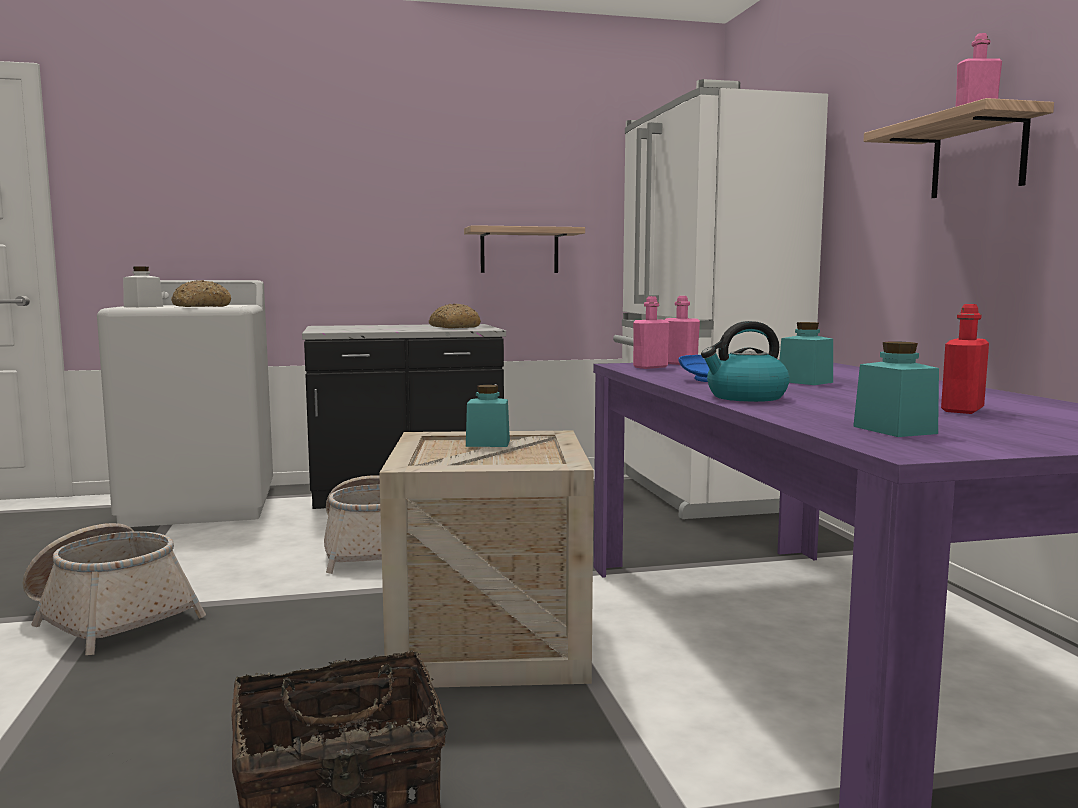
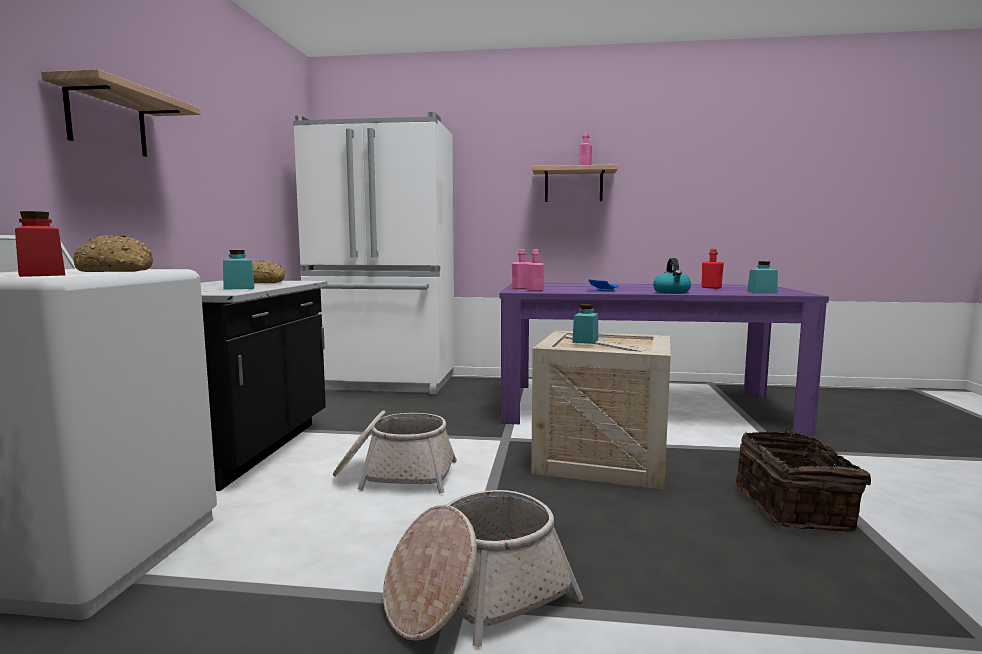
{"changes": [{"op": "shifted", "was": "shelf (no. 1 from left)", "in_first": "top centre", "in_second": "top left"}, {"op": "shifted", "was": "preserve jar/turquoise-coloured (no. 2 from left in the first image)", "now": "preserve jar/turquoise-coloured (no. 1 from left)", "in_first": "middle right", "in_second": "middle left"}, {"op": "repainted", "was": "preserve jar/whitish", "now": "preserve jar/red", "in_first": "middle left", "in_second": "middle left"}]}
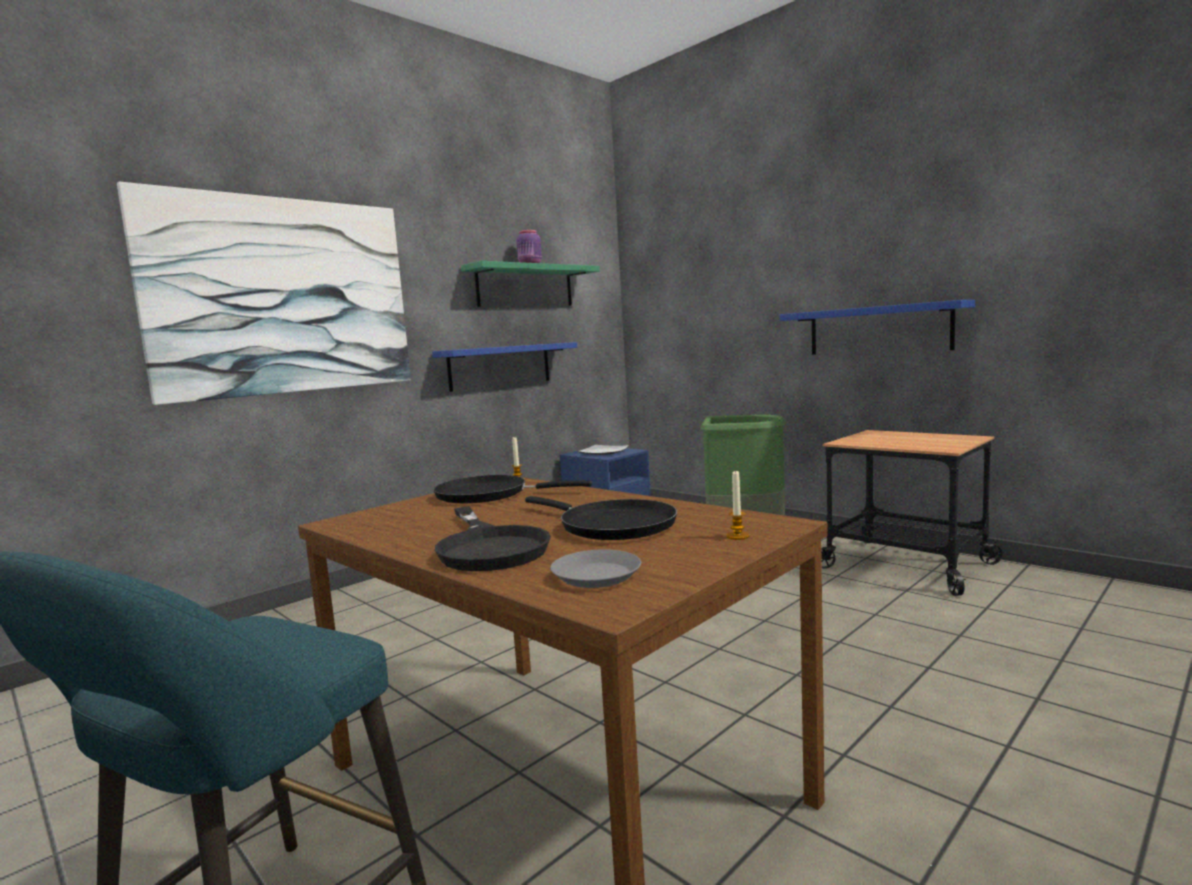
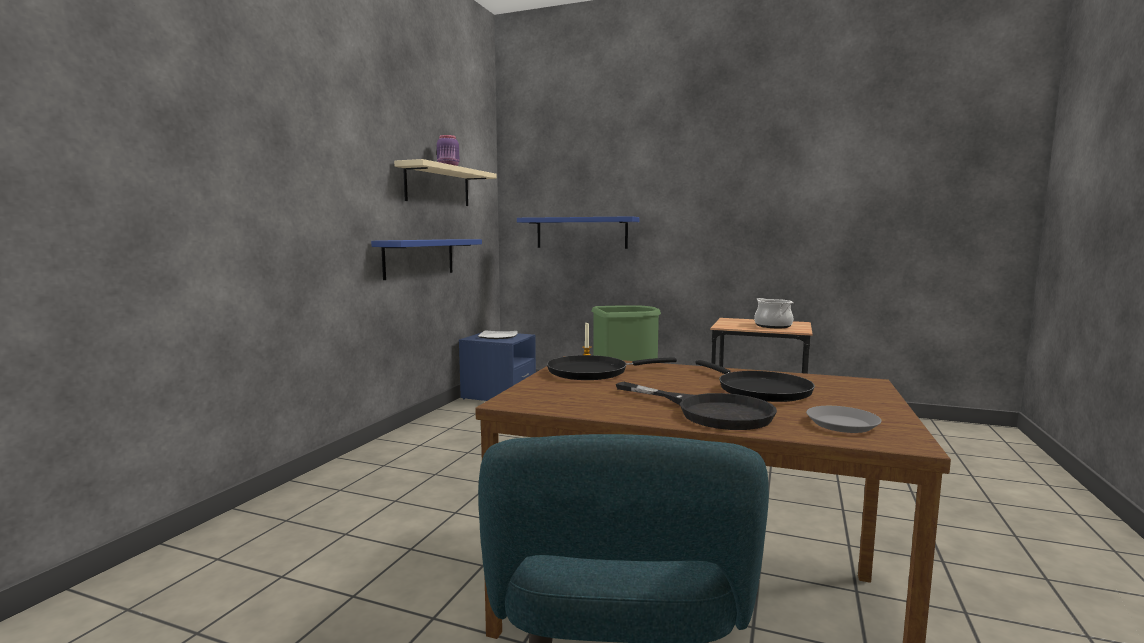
{"changes": [{"op": "gone", "was": "picture", "in_first": "top left"}, {"op": "gone", "was": "candle (no. 2 from left)", "in_first": "centre"}, {"op": "new", "now": "cooking pot", "in_second": "middle right"}, {"op": "shifted", "was": "shelf/bluish (no. 2 from left)", "in_first": "middle right", "in_second": "centre"}, {"op": "repainted", "was": "shelf/green-coloured", "now": "shelf/beige-coloured", "in_first": "top centre", "in_second": "top centre"}, {"op": "rotated", "was": "frying pan/black (no. 3 from left)", "in_first": "centre", "in_second": "centre", "clockwise": 45}]}
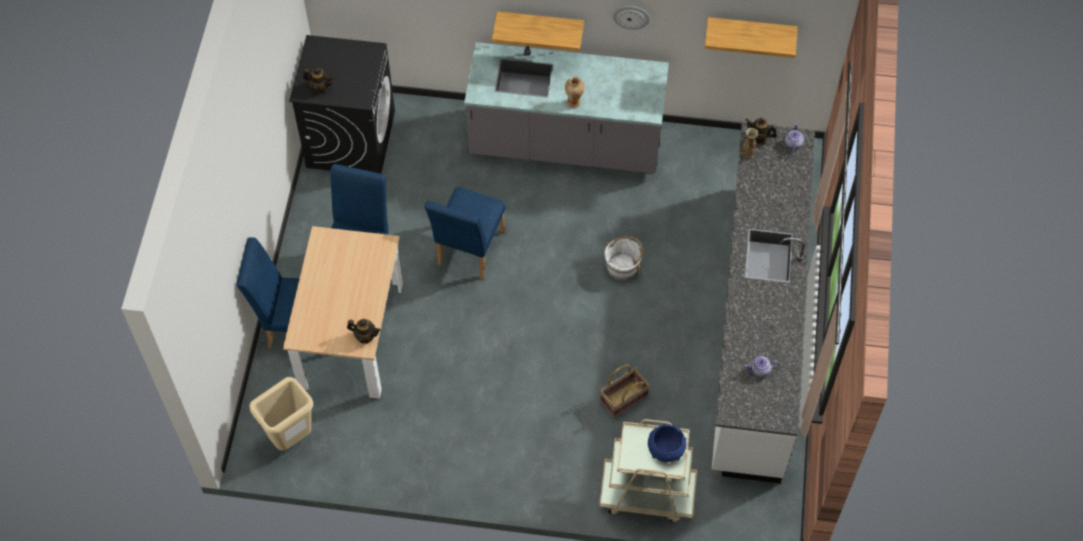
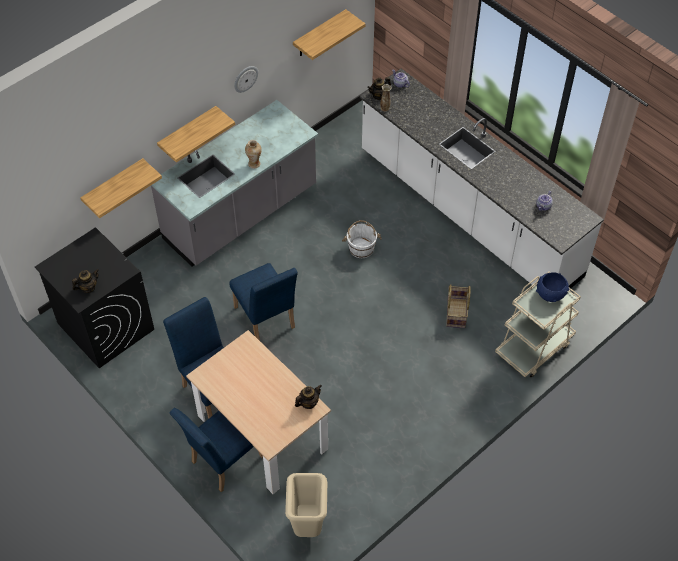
{"changes": [{"op": "new", "now": "shelf (no. 1 from left)", "in_second": "middle left"}]}
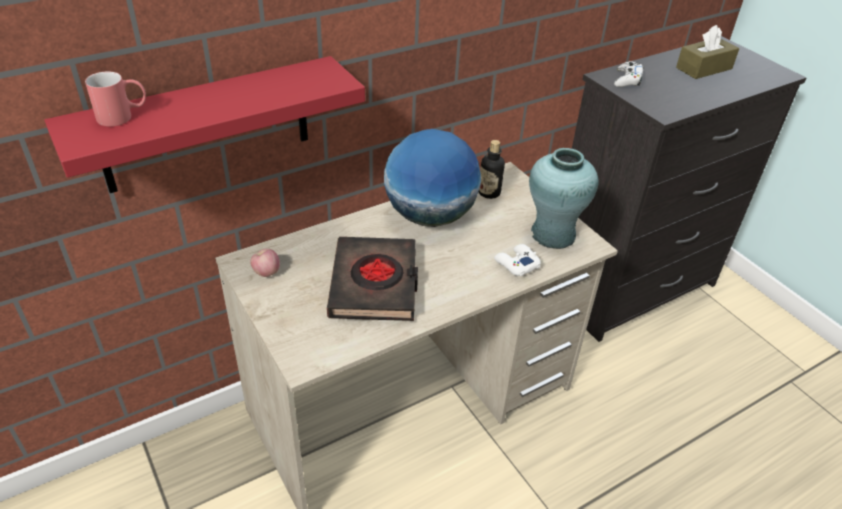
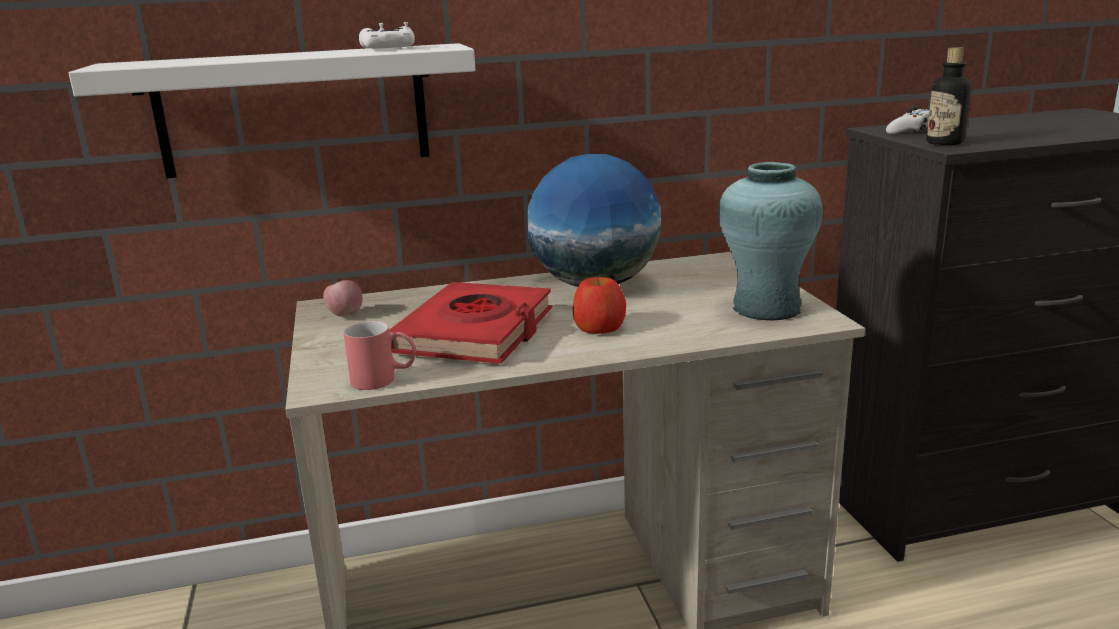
{"changes": [{"op": "gone", "was": "tissue holder/brownish", "in_first": "top right"}, {"op": "new", "now": "whole apple (no. 2 from left)", "in_second": "centre"}, {"op": "shifted", "was": "tea mug/red", "in_first": "top left", "in_second": "centre"}, {"op": "shifted", "was": "beverage bottle", "in_first": "top centre", "in_second": "top right"}, {"op": "shifted", "was": "gamepad/whitish (no. 1 from left)", "in_first": "centre", "in_second": "top centre"}, {"op": "repainted", "was": "shelf/red", "now": "shelf/whitish", "in_first": "top left", "in_second": "top left"}, {"op": "repainted", "was": "book/black", "now": "book/red", "in_first": "centre", "in_second": "centre"}]}
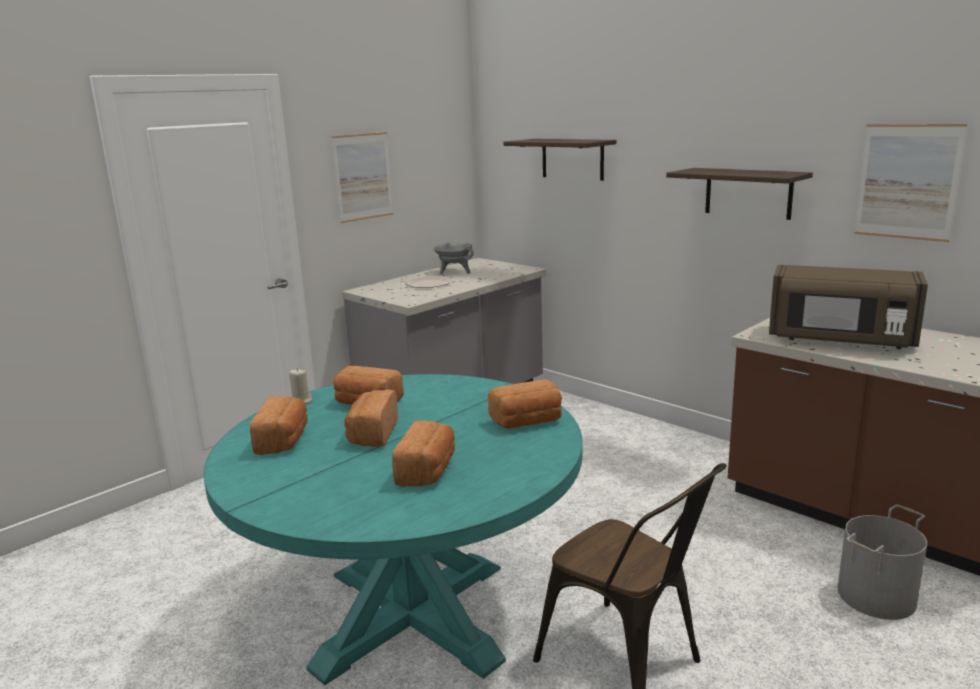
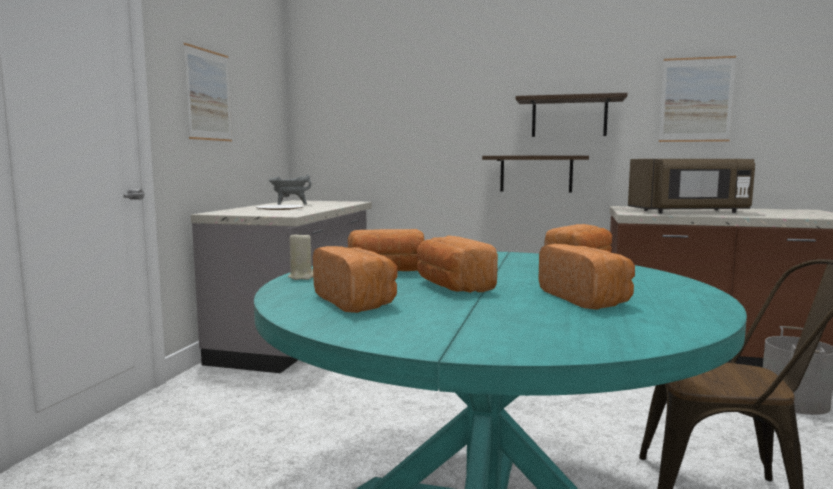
{"changes": [{"op": "shifted", "was": "shelf (no. 1 from left)", "in_first": "top centre", "in_second": "centre"}]}
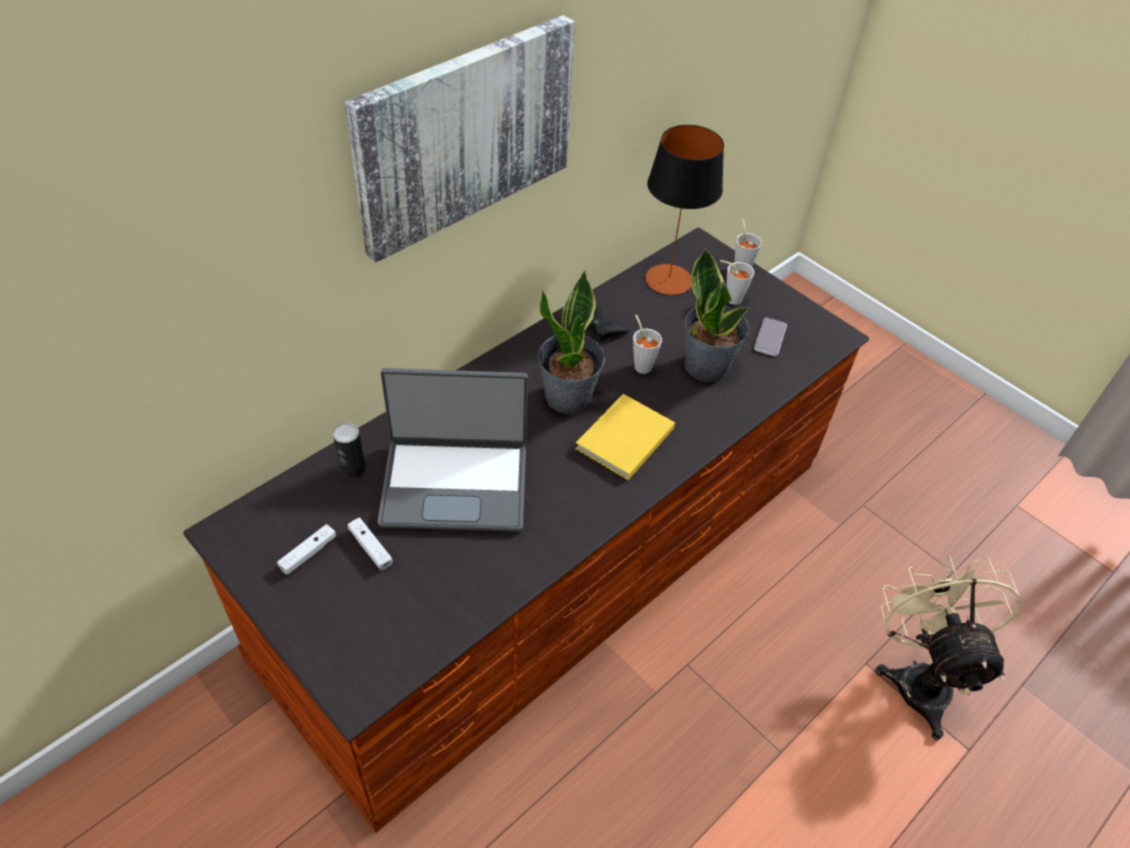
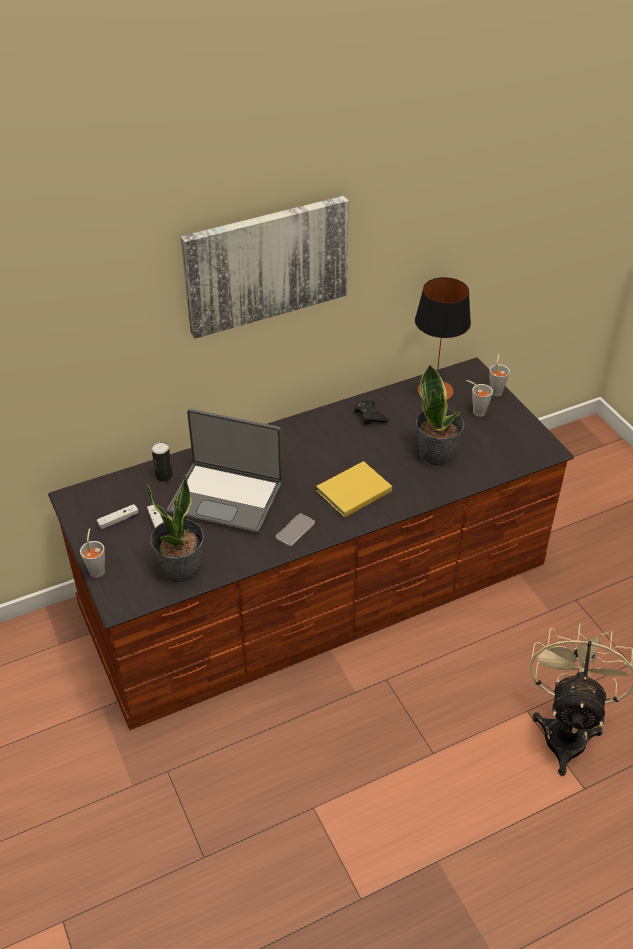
{"changes": [{"op": "shifted", "was": "plant in a pot (no. 1 from left)", "in_first": "centre", "in_second": "middle left"}, {"op": "shifted", "was": "drinking cup/gray (no. 1 from left)", "in_first": "centre", "in_second": "middle left"}, {"op": "shifted", "was": "telephone", "in_first": "middle right", "in_second": "centre"}]}
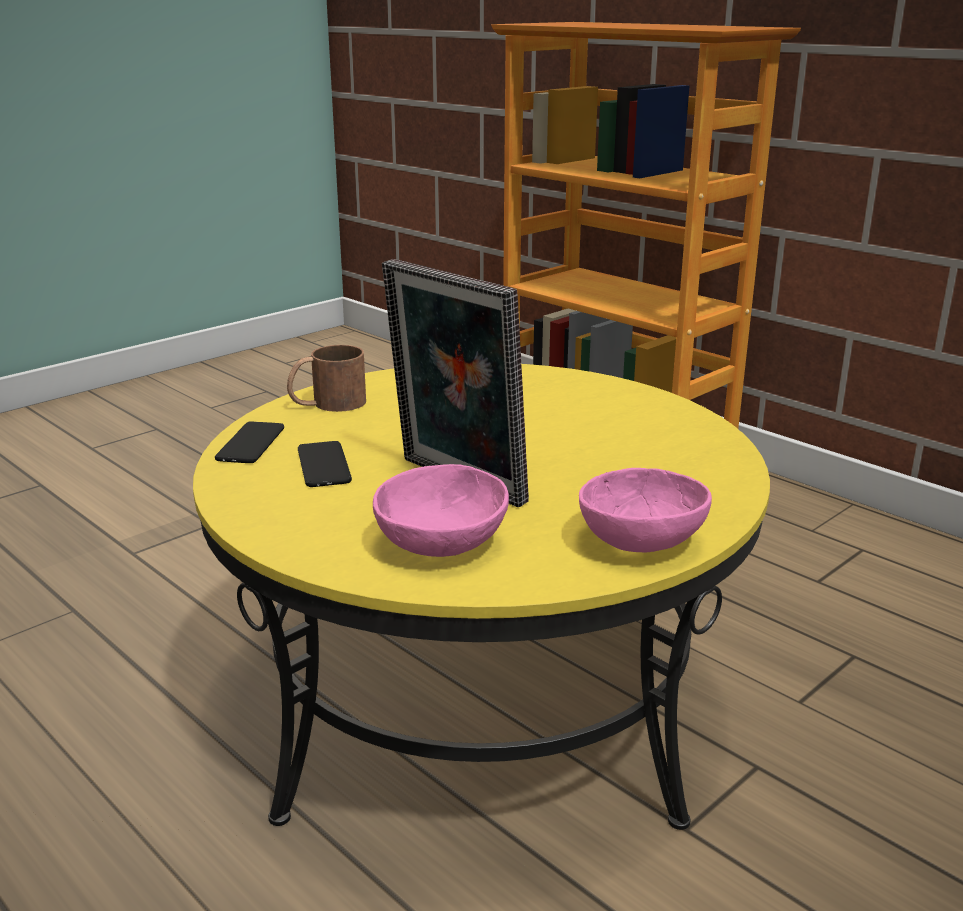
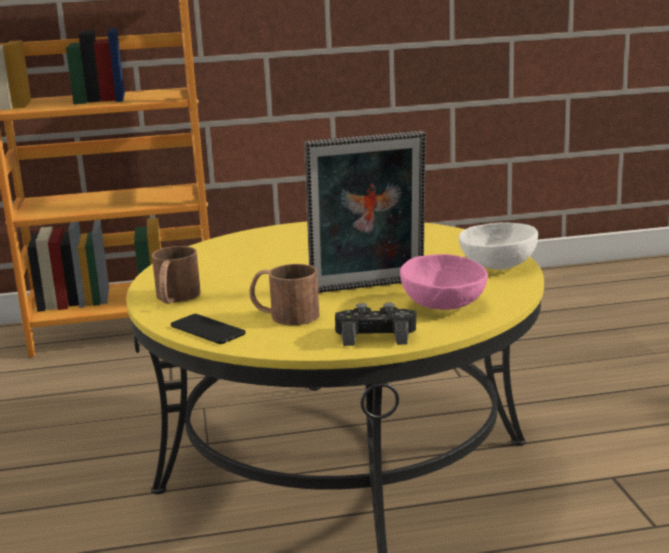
{"changes": [{"op": "new", "now": "gamepad/black", "in_second": "centre"}, {"op": "swapped", "was": "telephone (no. 2 from left)", "now": "tea mug/brownish (no. 2 from left)", "in_first": "centre", "in_second": "centre"}, {"op": "repainted", "was": "bowl/pink (no. 2 from left)", "now": "bowl/whitish", "in_first": "middle right", "in_second": "middle right"}]}
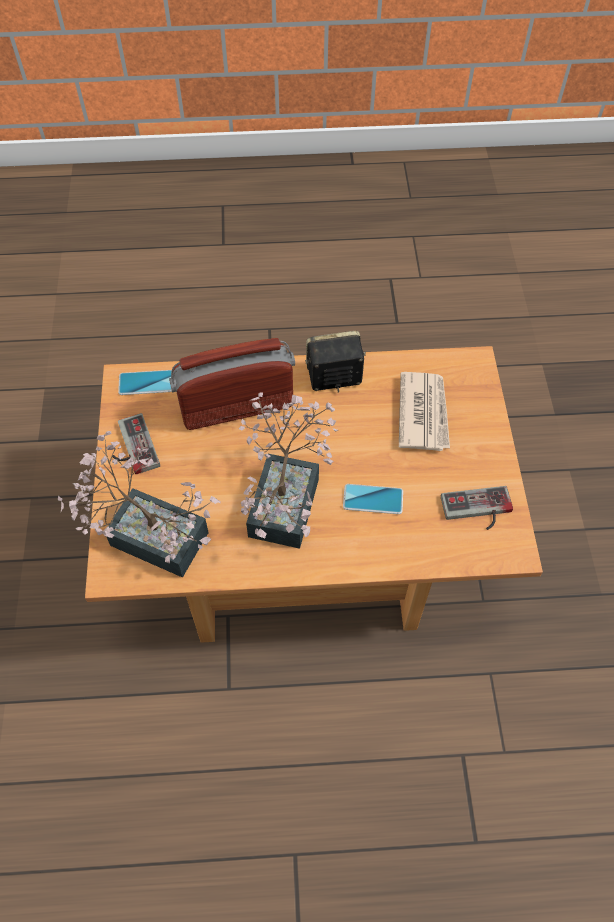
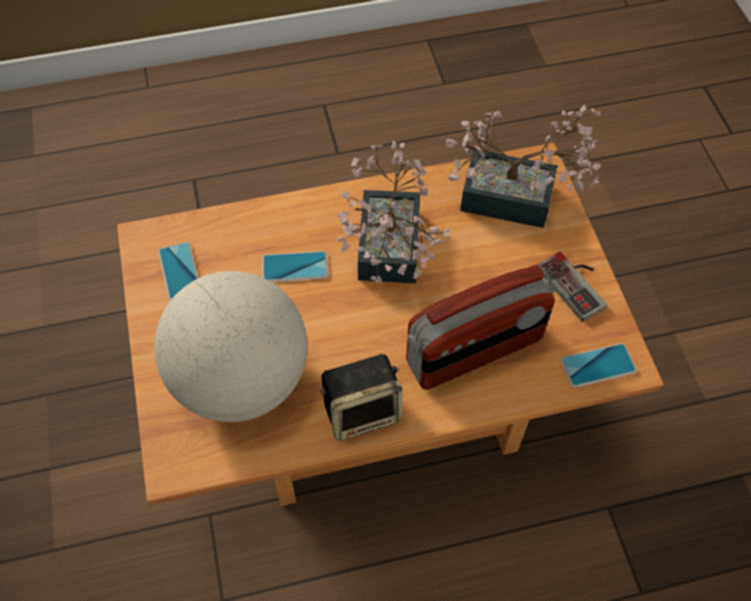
{"changes": [{"op": "swapped", "was": "daily paper", "now": "globe", "in_first": "middle right", "in_second": "middle left"}, {"op": "swapped", "was": "gamepad (no. 2 from left)", "now": "telephone (no. 1 from left)", "in_first": "middle right", "in_second": "middle left"}]}
